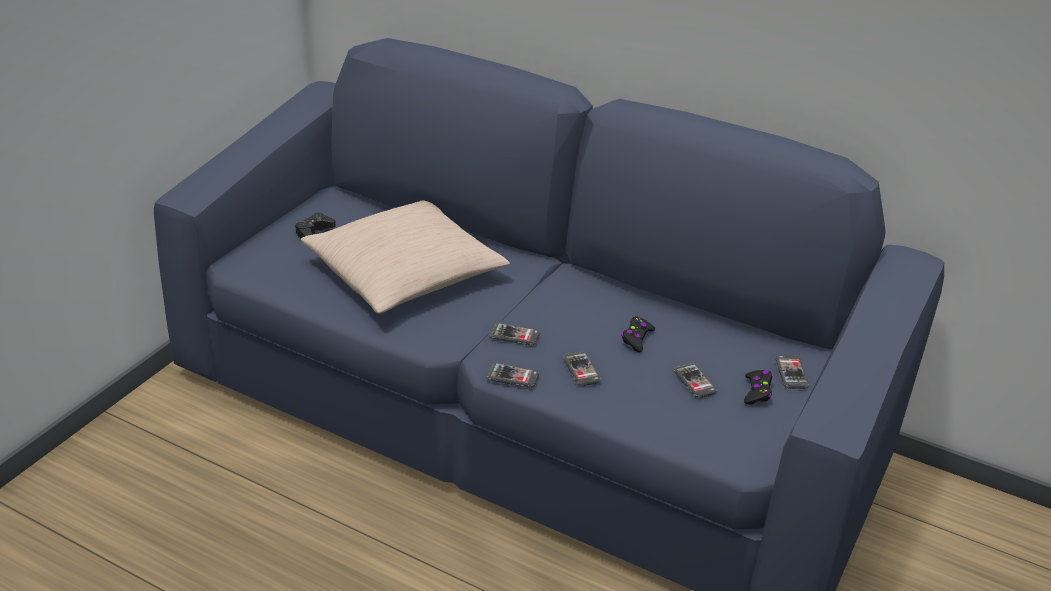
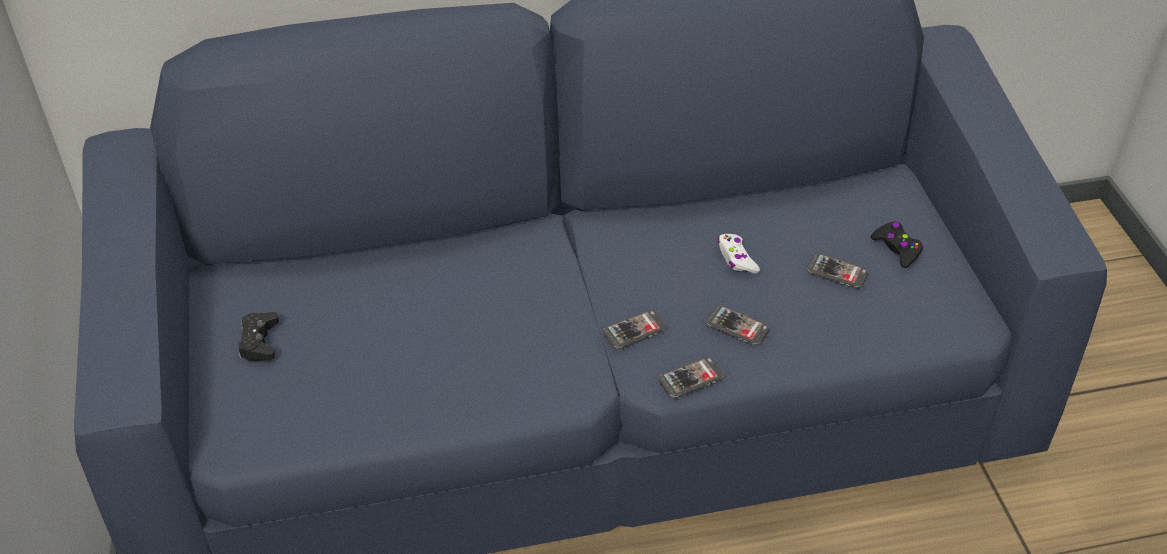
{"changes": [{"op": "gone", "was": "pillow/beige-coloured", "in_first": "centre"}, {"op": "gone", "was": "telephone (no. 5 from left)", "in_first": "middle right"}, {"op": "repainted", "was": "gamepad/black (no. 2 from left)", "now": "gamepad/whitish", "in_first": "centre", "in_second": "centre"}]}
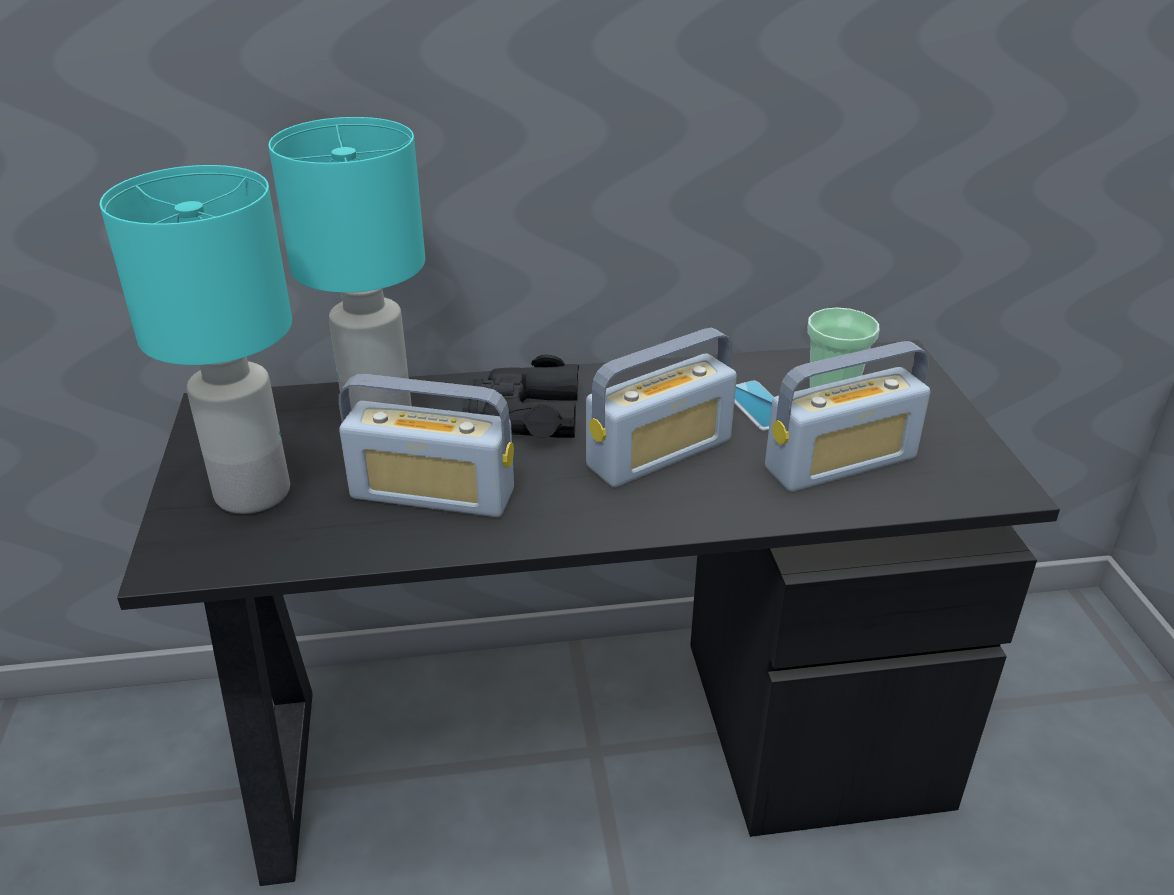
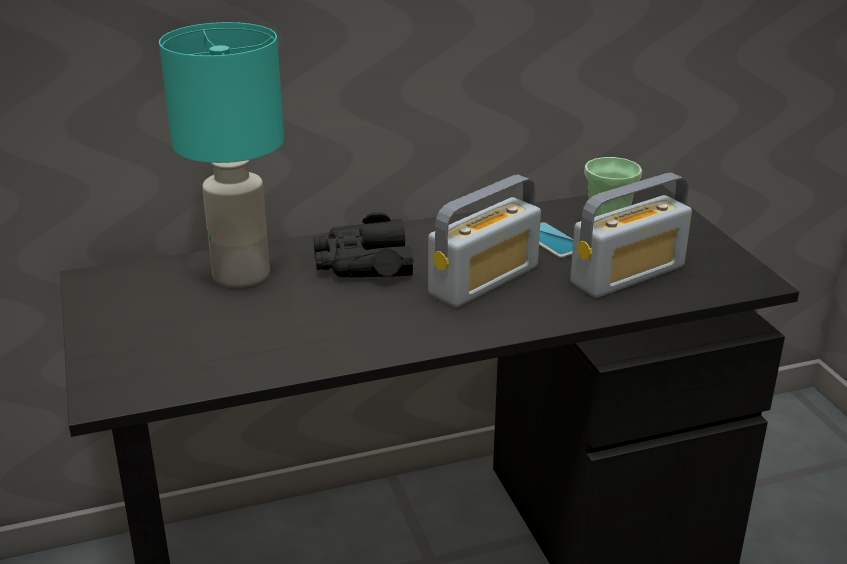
{"changes": [{"op": "gone", "was": "table lamp/turquoise-coloured (no. 1 from left)", "in_first": "middle left"}, {"op": "gone", "was": "radio receiver (no. 1 from left)", "in_first": "centre"}]}
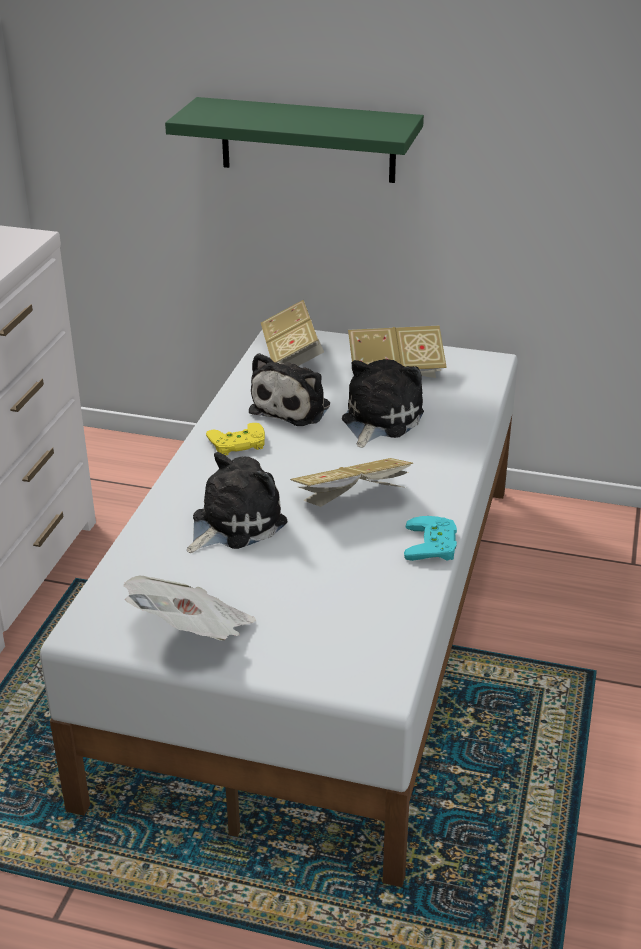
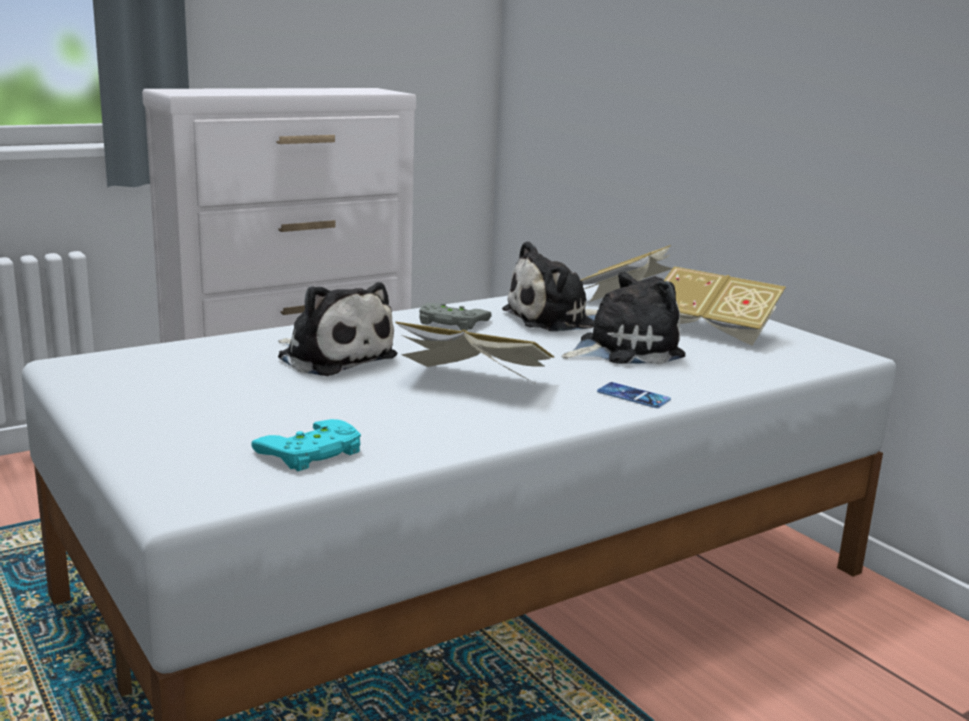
{"changes": [{"op": "gone", "was": "daily paper", "in_first": "middle left"}, {"op": "gone", "was": "shelf/green-coloured", "in_first": "top centre"}, {"op": "new", "now": "telephone", "in_second": "centre"}, {"op": "shifted", "was": "gamepad/turquoise-coloured", "in_first": "middle right", "in_second": "middle left"}, {"op": "repainted", "was": "gamepad/yellow-coloured", "now": "gamepad/gray", "in_first": "centre", "in_second": "centre"}, {"op": "rotated", "was": "cuddly toy (no. 1 from left)", "in_first": "centre", "in_second": "centre", "clockwise": 45}]}
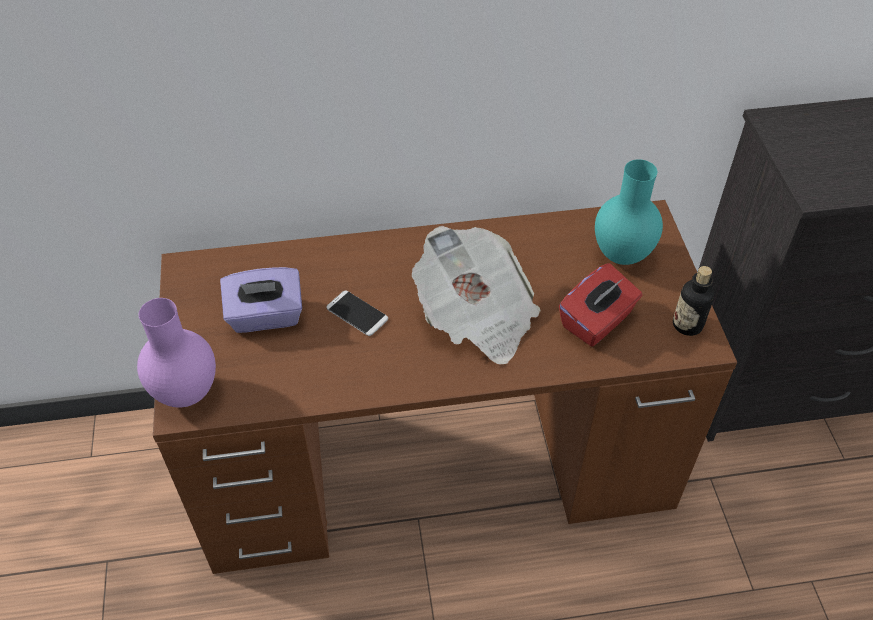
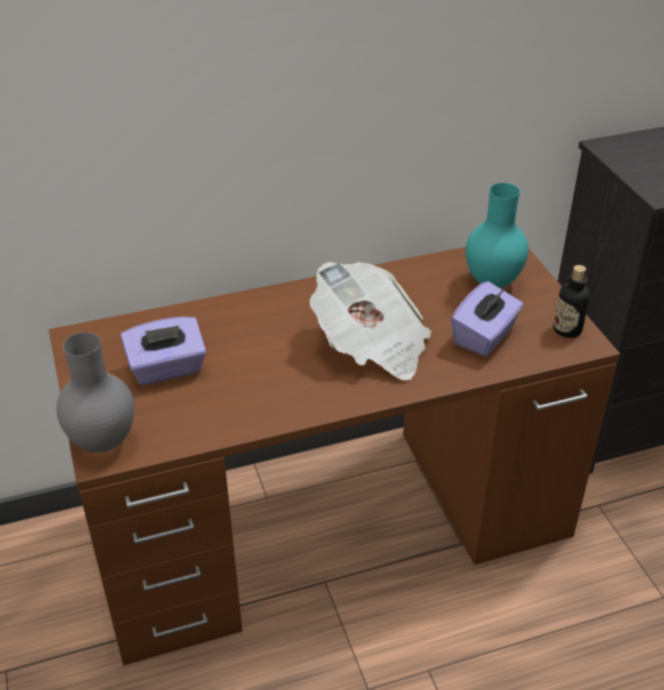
{"changes": [{"op": "gone", "was": "telephone", "in_first": "centre"}, {"op": "repainted", "was": "decorative vase/purple", "now": "decorative vase/gray", "in_first": "middle left", "in_second": "middle left"}, {"op": "repainted", "was": "tissue holder/red", "now": "tissue holder/purple (no. 2 from left)", "in_first": "middle right", "in_second": "middle right"}]}
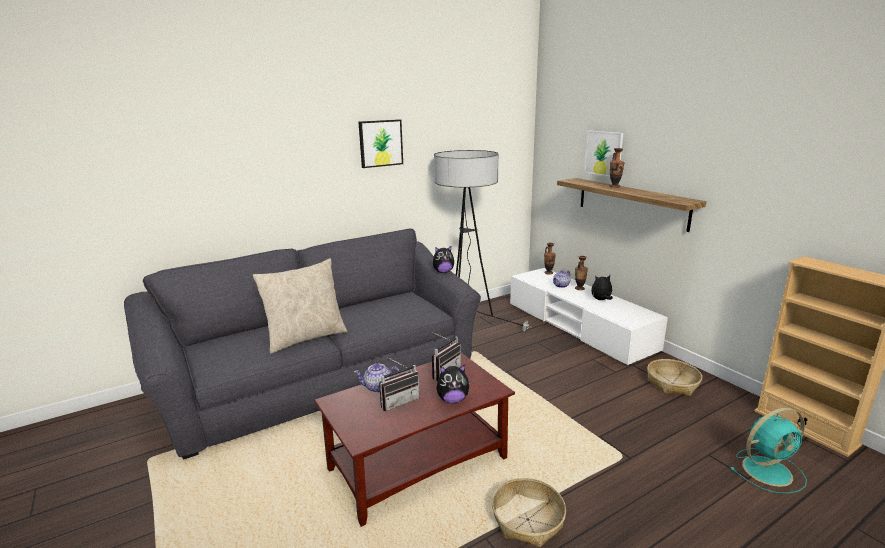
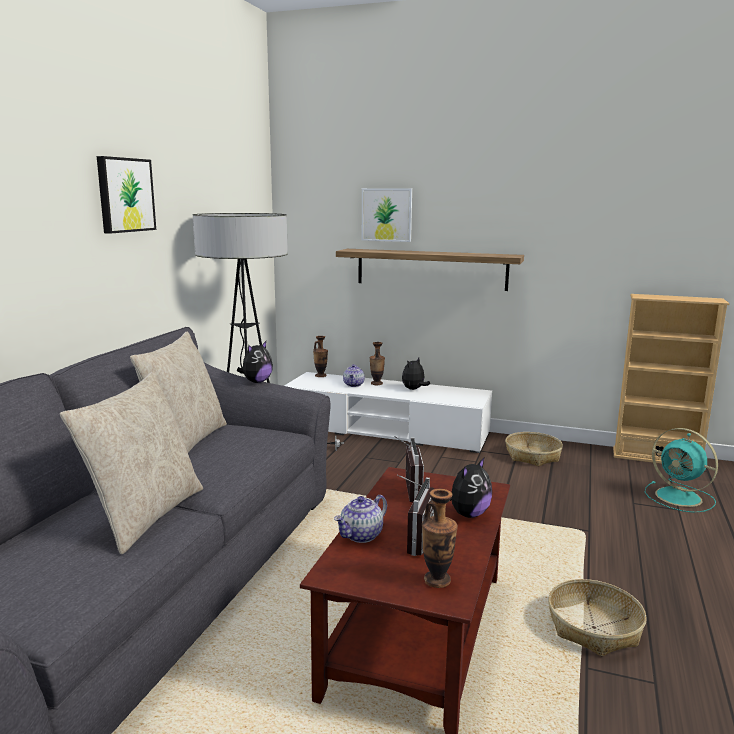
{"changes": [{"op": "new", "now": "pillow/beige-coloured (no. 2 from left)", "in_second": "middle left"}, {"op": "shifted", "was": "decorative vase (no. 3 from left)", "in_first": "top right", "in_second": "bottom centre"}, {"op": "rotated", "was": "fan/turquoise-coloured", "in_first": "bottom right", "in_second": "middle right", "clockwise": 105}]}
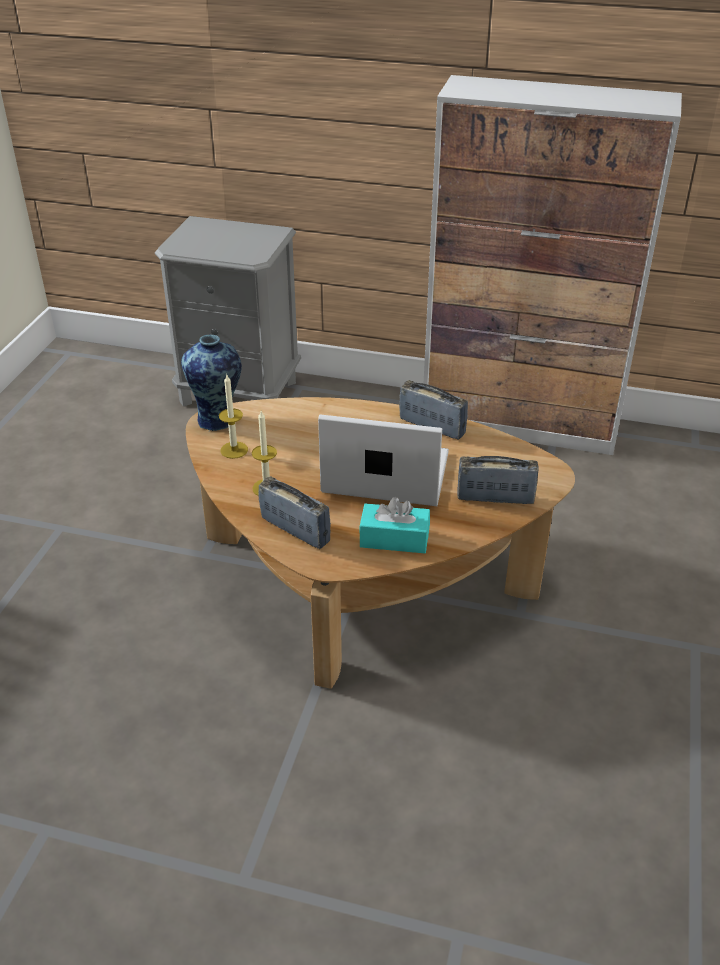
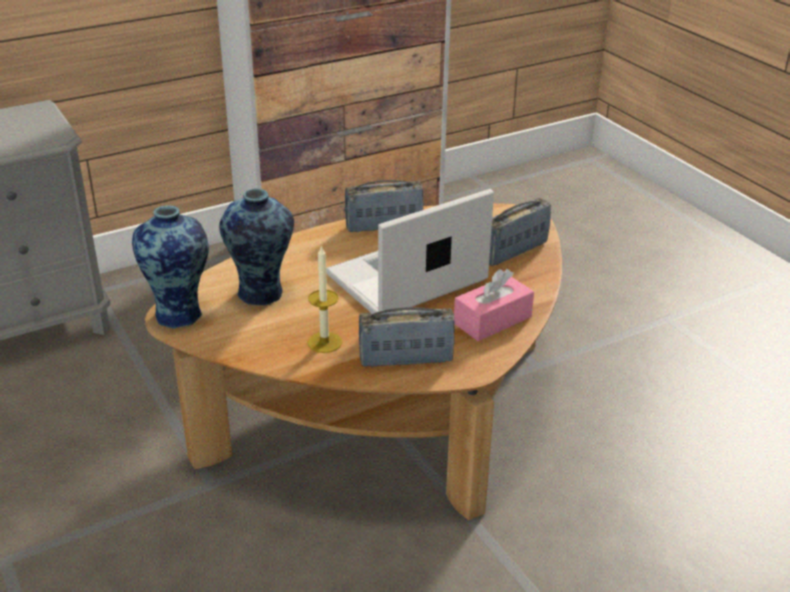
{"changes": [{"op": "gone", "was": "candle (no. 1 from left)", "in_first": "middle left"}, {"op": "new", "now": "decorative vase (no. 2 from left)", "in_second": "middle left"}, {"op": "repainted", "was": "tissue holder/turquoise-coloured", "now": "tissue holder/pink", "in_first": "centre", "in_second": "centre"}]}
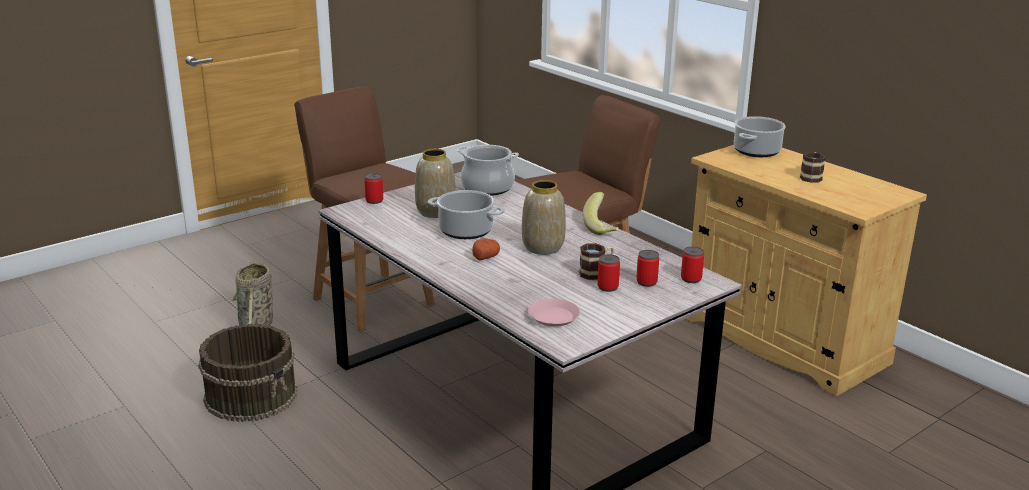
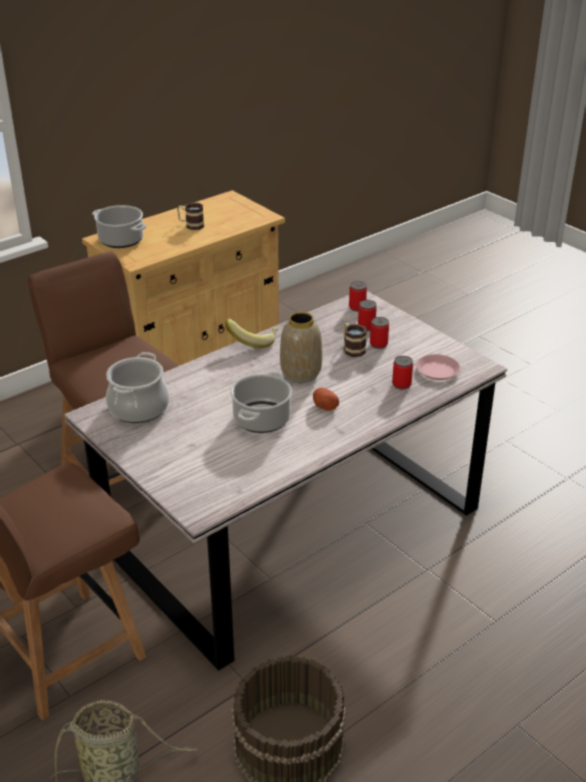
{"changes": [{"op": "gone", "was": "decorative vase (no. 1 from left)", "in_first": "centre"}, {"op": "shifted", "was": "sealed can (no. 1 from left in the first image)", "now": "sealed can (no. 4 from left)", "in_first": "centre", "in_second": "middle right"}]}
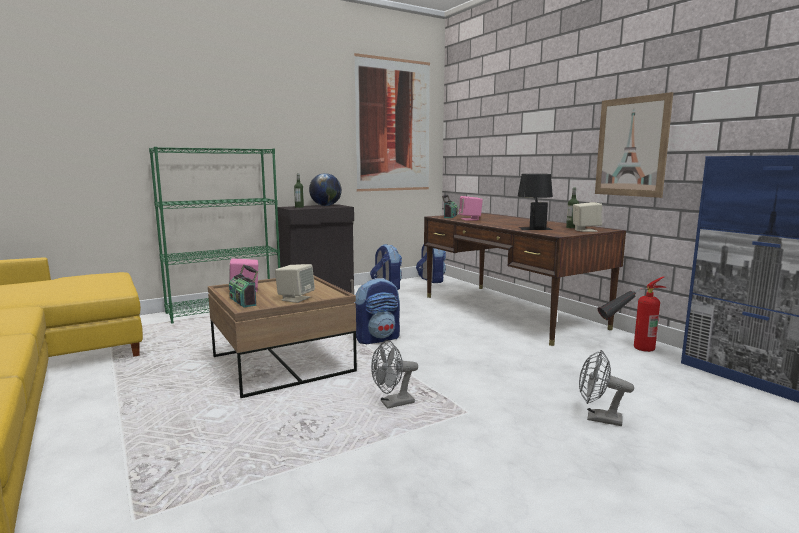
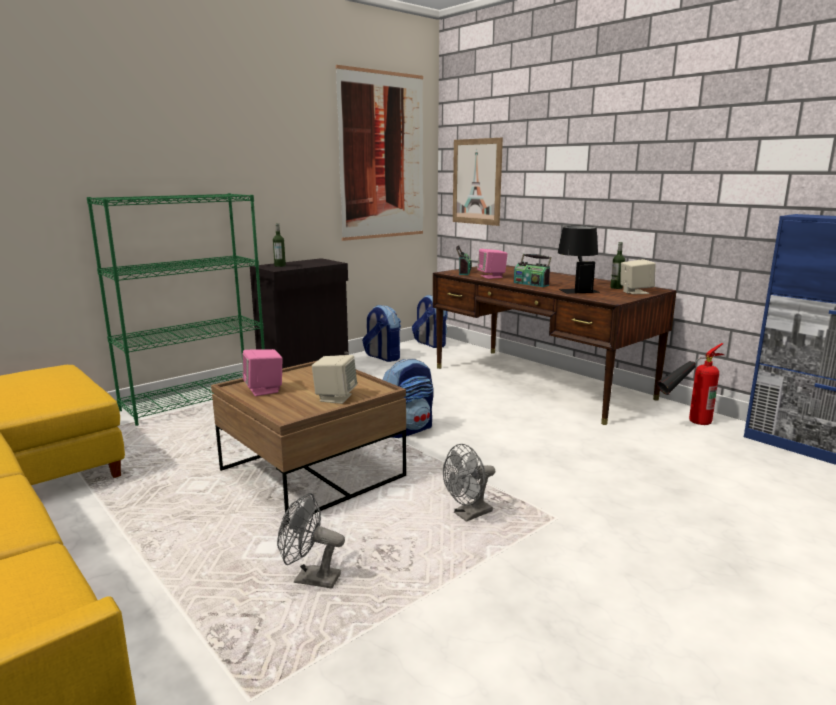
{"changes": [{"op": "gone", "was": "globe", "in_first": "centre"}, {"op": "shifted", "was": "radio receiver (no. 1 from left in the first image)", "now": "radio receiver (no. 2 from left)", "in_first": "middle left", "in_second": "centre"}, {"op": "shifted", "was": "fan/gray (no. 2 from left in the first image)", "now": "fan/gray (no. 1 from left)", "in_first": "bottom right", "in_second": "bottom centre"}, {"op": "shifted", "was": "picture (no. 2 from left)", "in_first": "top right", "in_second": "top centre"}]}
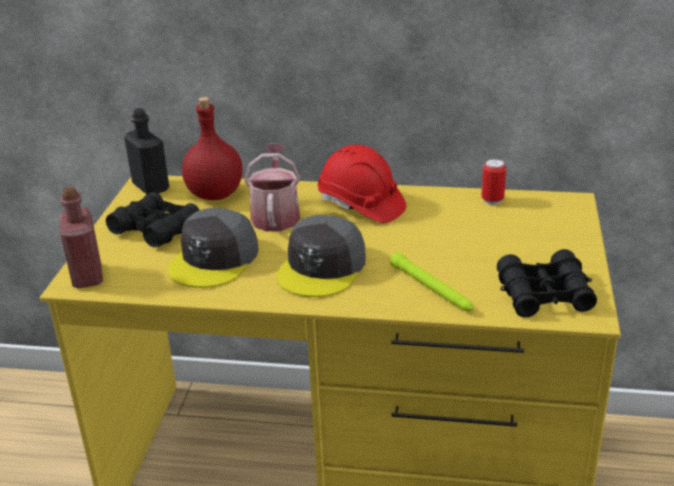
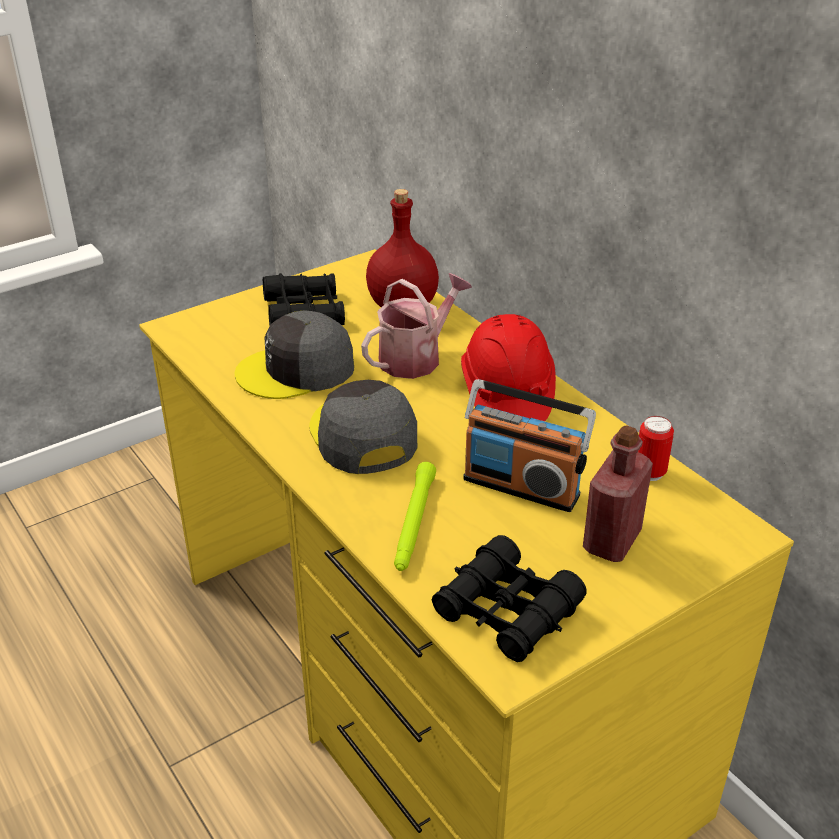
{"changes": [{"op": "gone", "was": "beverage bottle/black", "in_first": "top left"}, {"op": "new", "now": "radio receiver", "in_second": "centre"}, {"op": "shifted", "was": "beverage bottle/red (no. 1 from left in the first image)", "now": "beverage bottle/red (no. 2 from left)", "in_first": "middle left", "in_second": "middle right"}, {"op": "rotated", "was": "baseball cap/gray (no. 2 from left)", "in_first": "centre", "in_second": "centre", "clockwise": 90}]}
